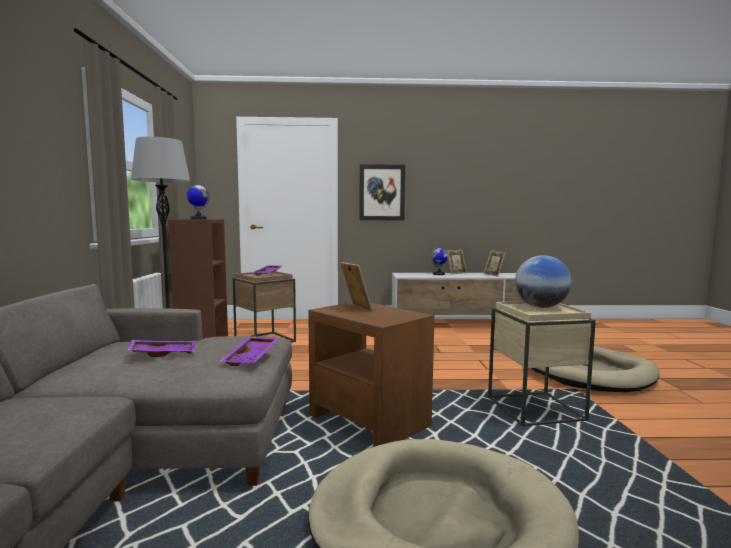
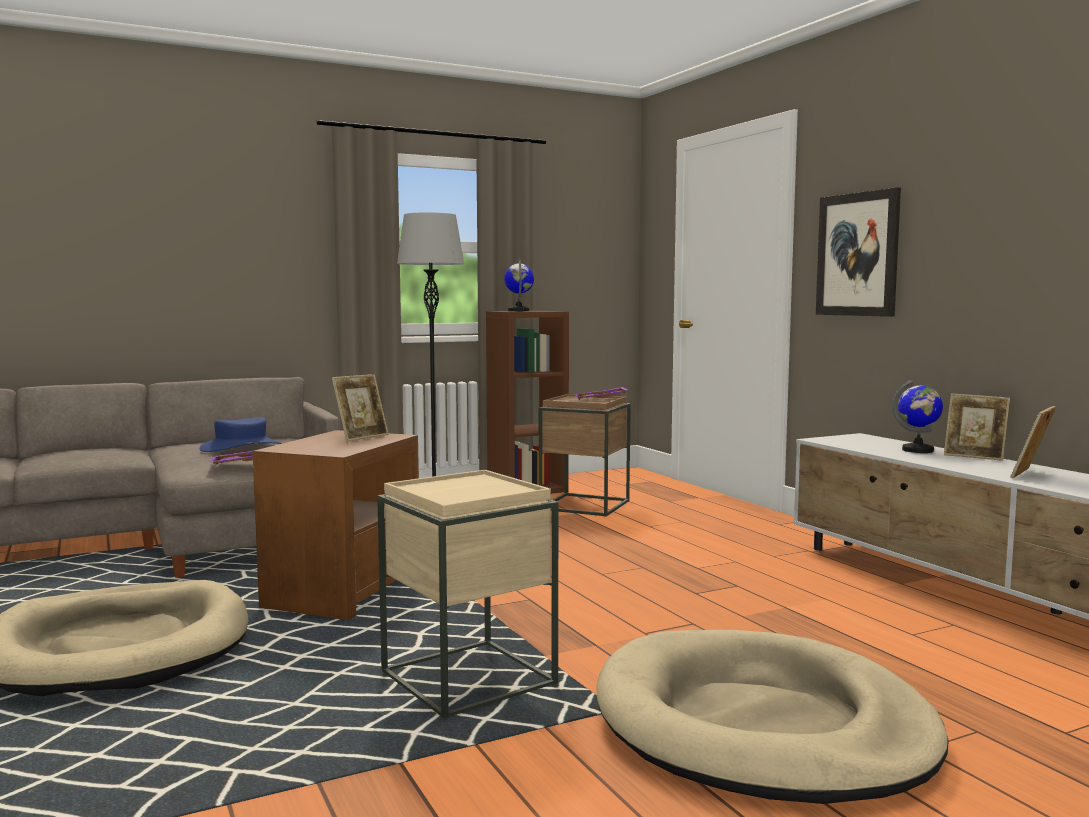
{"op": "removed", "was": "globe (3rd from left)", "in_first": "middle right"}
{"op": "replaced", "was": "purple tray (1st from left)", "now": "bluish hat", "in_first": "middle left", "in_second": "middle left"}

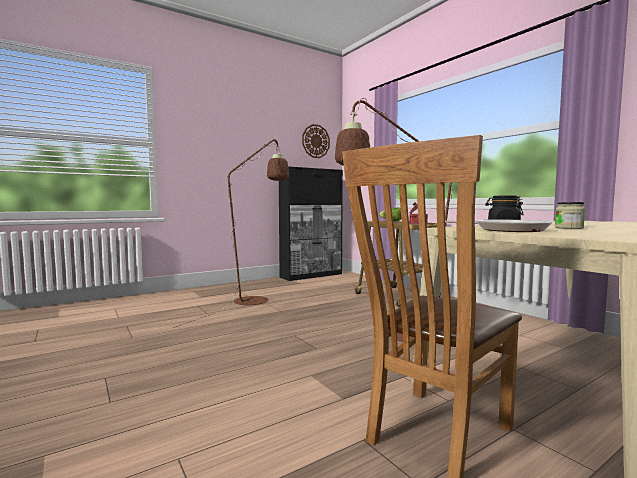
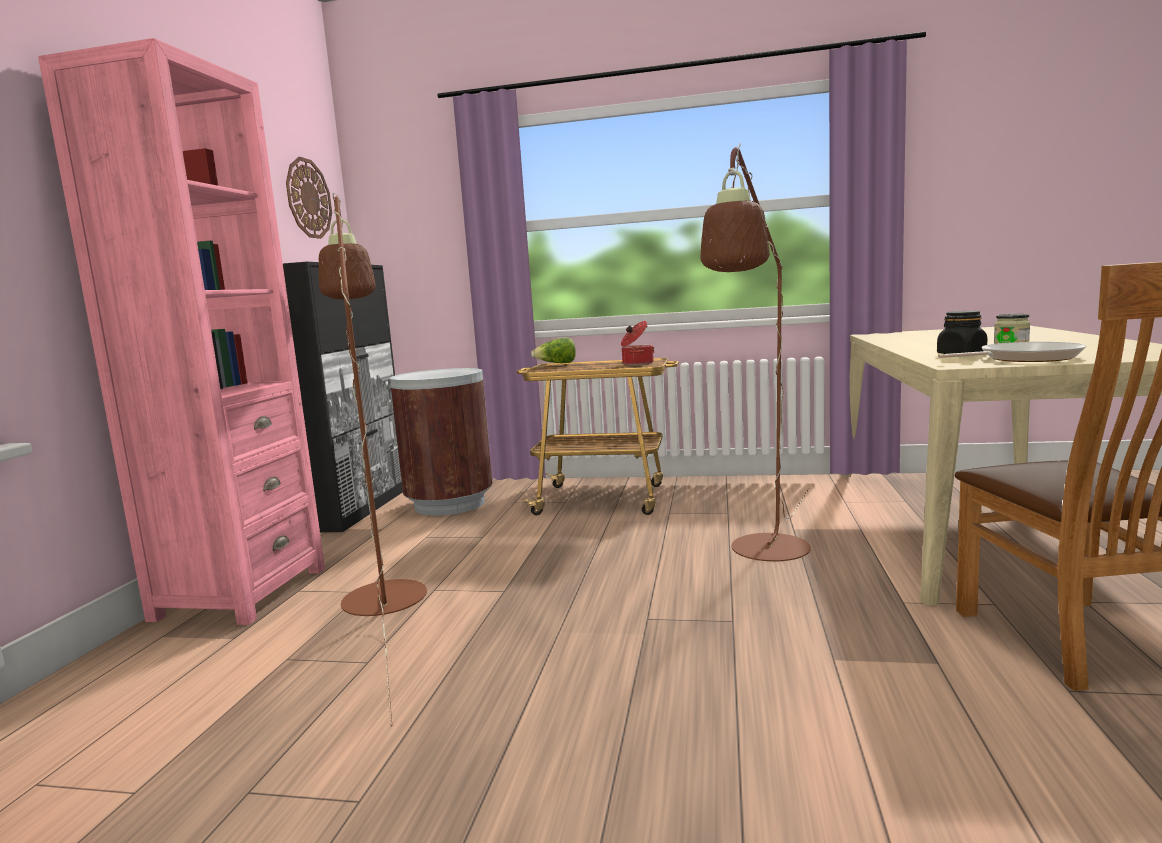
{"op": "added", "now": "pink bookshelf", "in_second": "middle left"}
{"op": "added", "now": "brown rubbish bin", "in_second": "centre"}

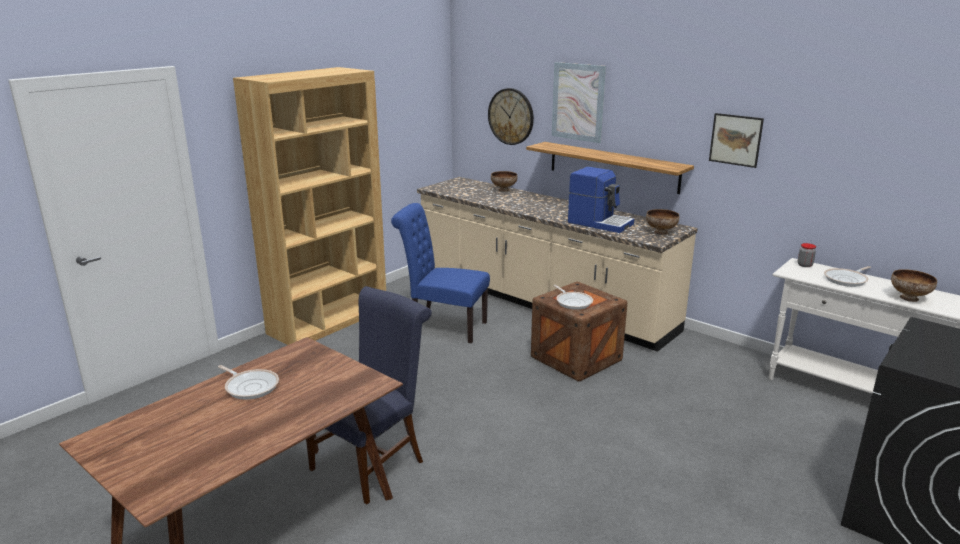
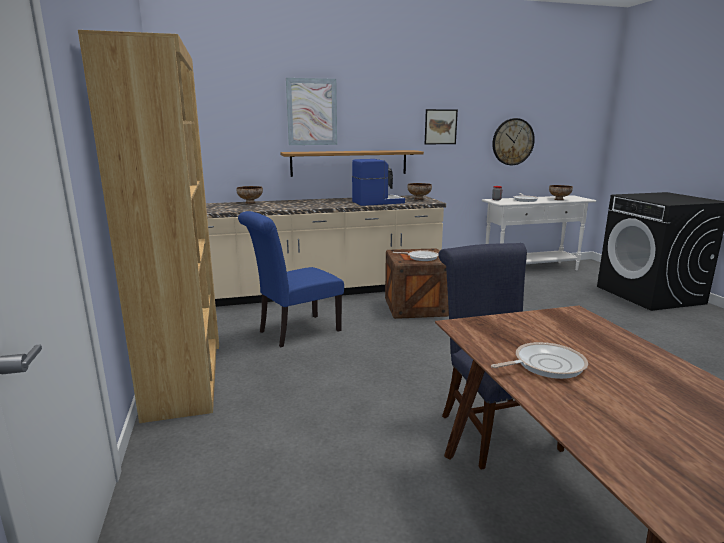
{"op": "moved", "was": "clock on the wall", "in_first": "top centre", "in_second": "top right"}

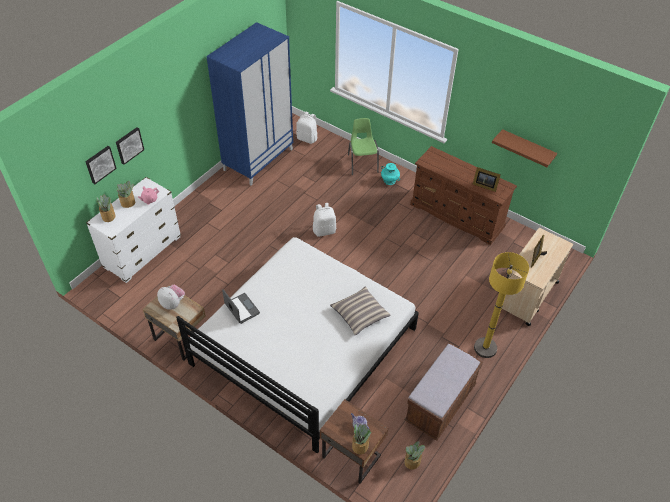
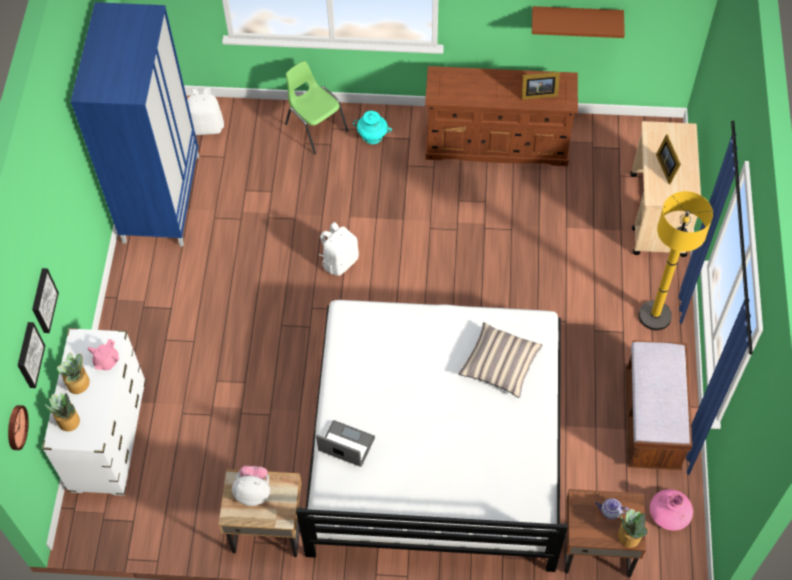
{"op": "added", "now": "clock on the wall", "in_second": "bottom left"}
{"op": "replaced", "was": "potted plant (4th from left)", "now": "pink flower vase", "in_first": "bottom centre", "in_second": "bottom right"}

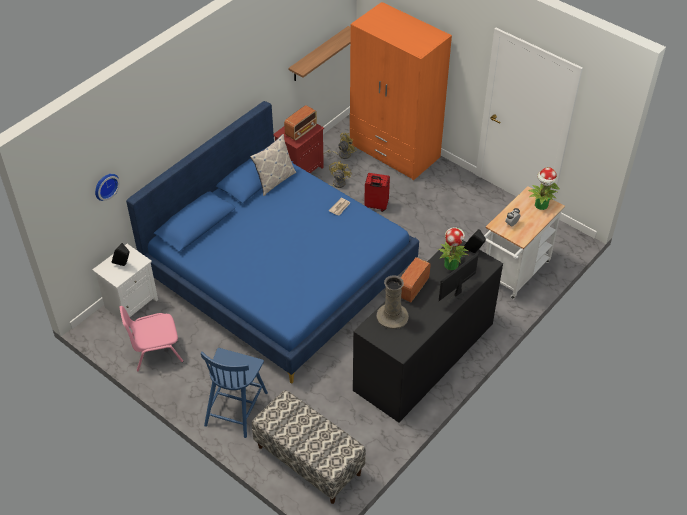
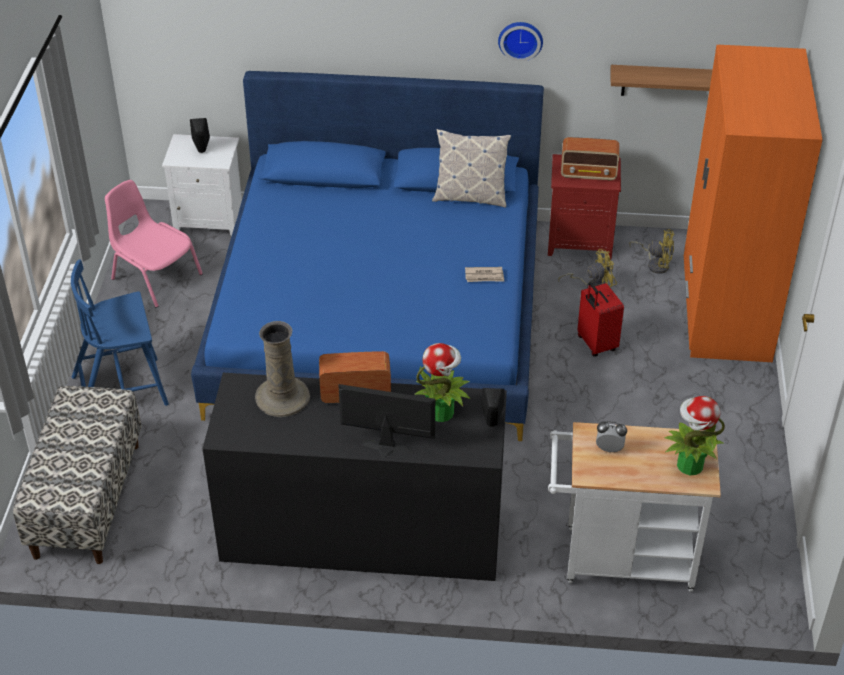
{"op": "moved", "was": "clock on the wall", "in_first": "middle left", "in_second": "top centre"}

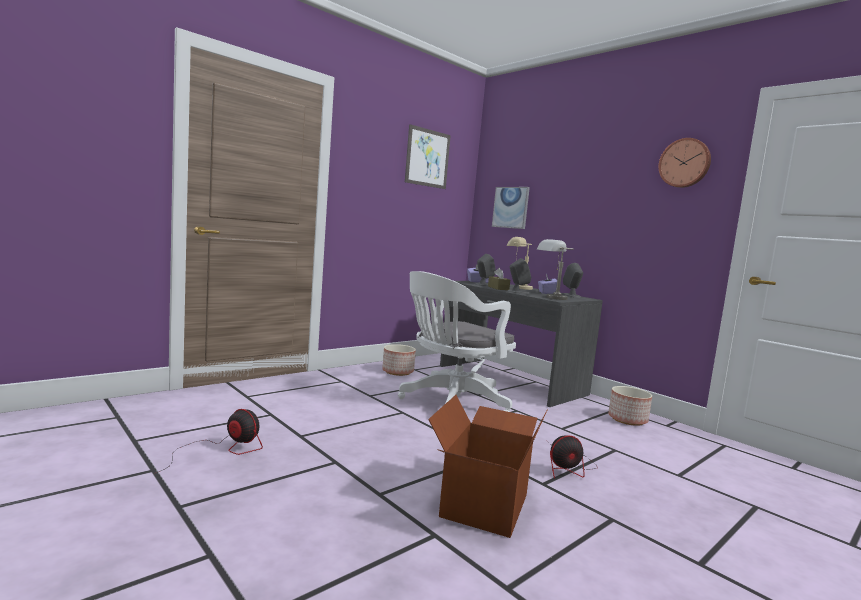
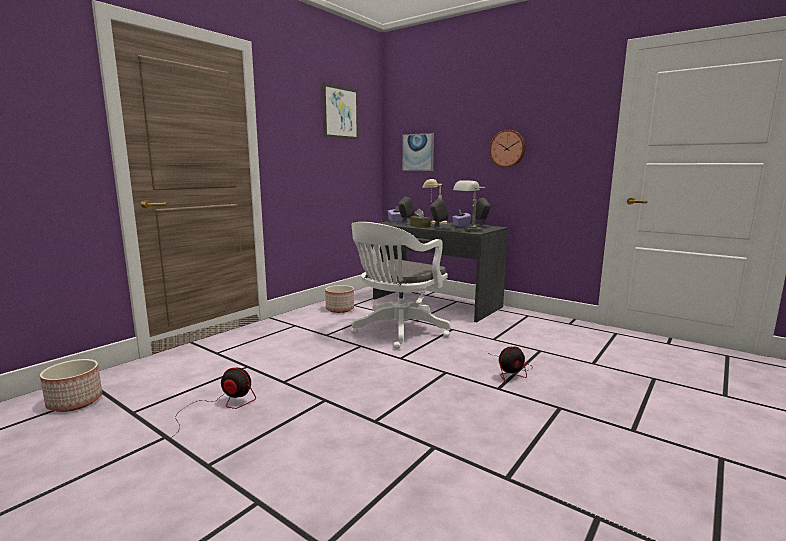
{"op": "removed", "was": "packing box", "in_first": "bottom centre"}
{"op": "moved", "was": "flower pot (2nd from left in the first image)", "now": "flower pot (1st from left)", "in_first": "bottom right", "in_second": "bottom left"}
{"op": "moved", "was": "clock on the wall", "in_first": "top right", "in_second": "top centre"}

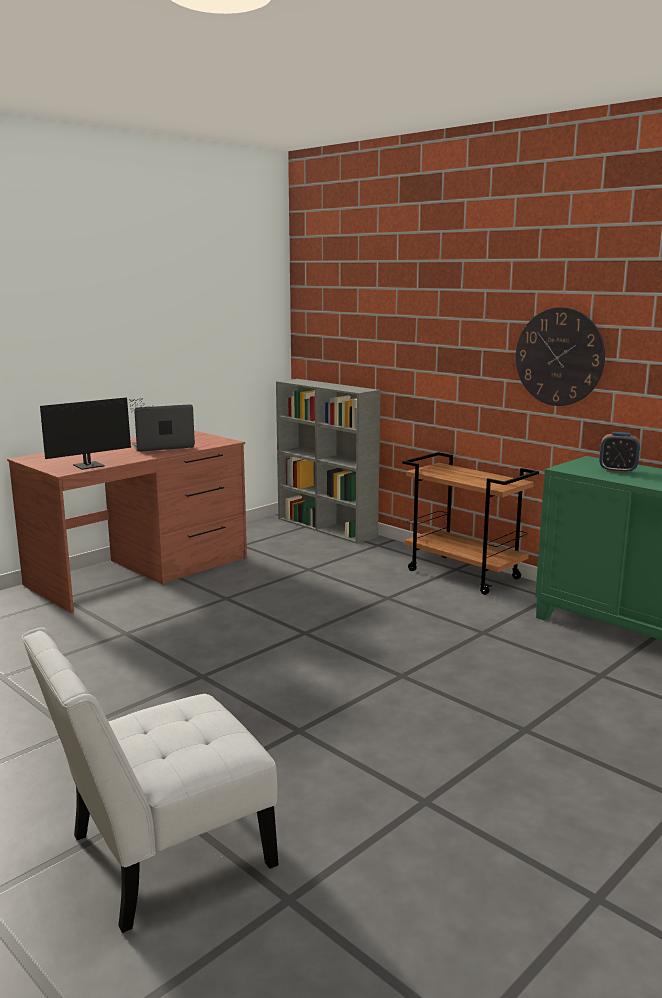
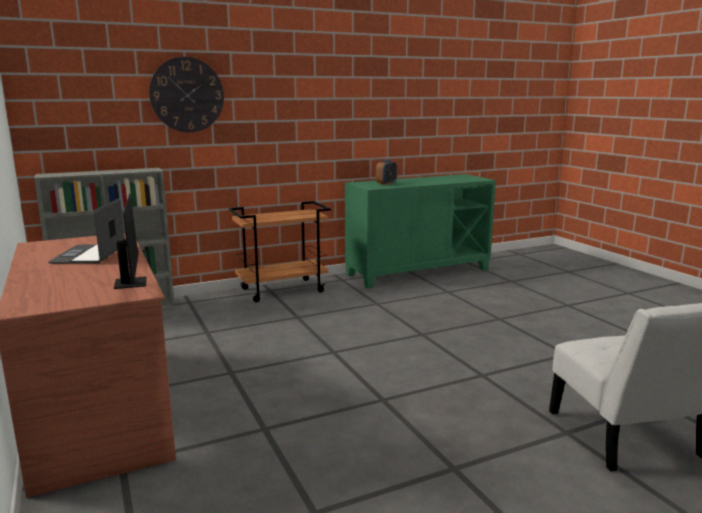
{"op": "moved", "was": "clock on the wall", "in_first": "middle right", "in_second": "top left"}

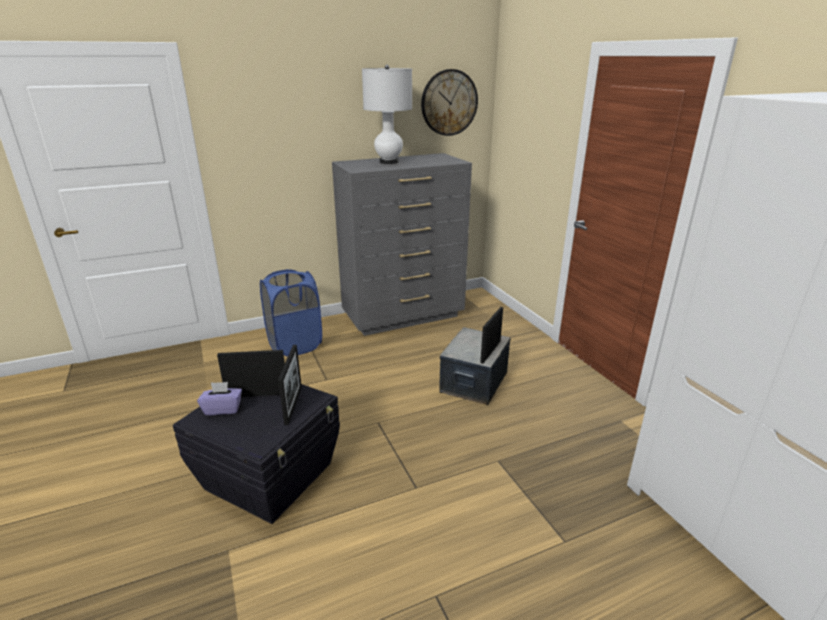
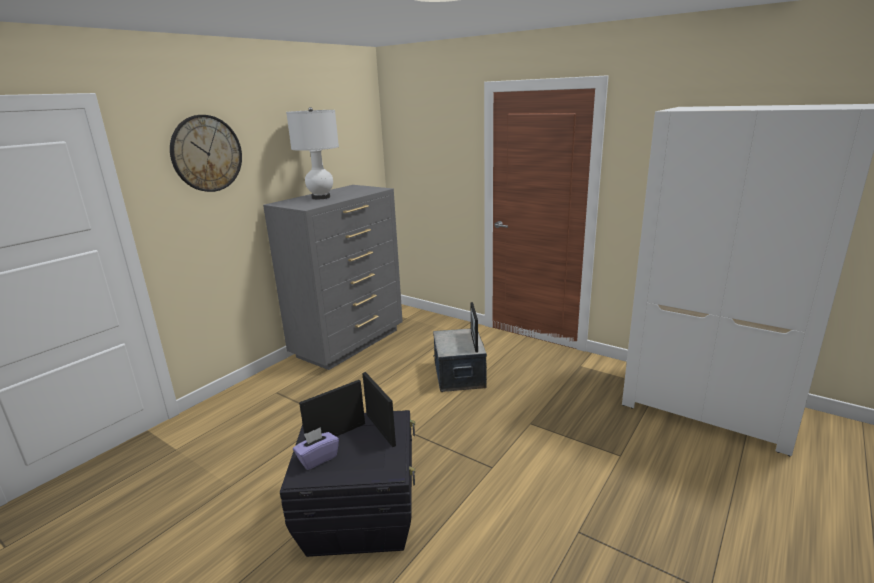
{"op": "removed", "was": "bluish laundry basket", "in_first": "centre"}
{"op": "moved", "was": "clock on the wall", "in_first": "top centre", "in_second": "top left"}

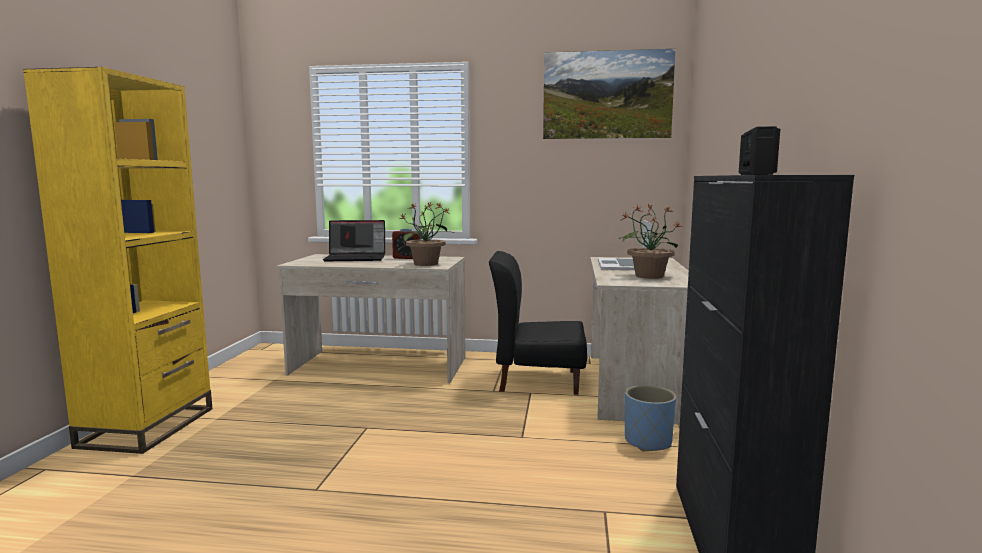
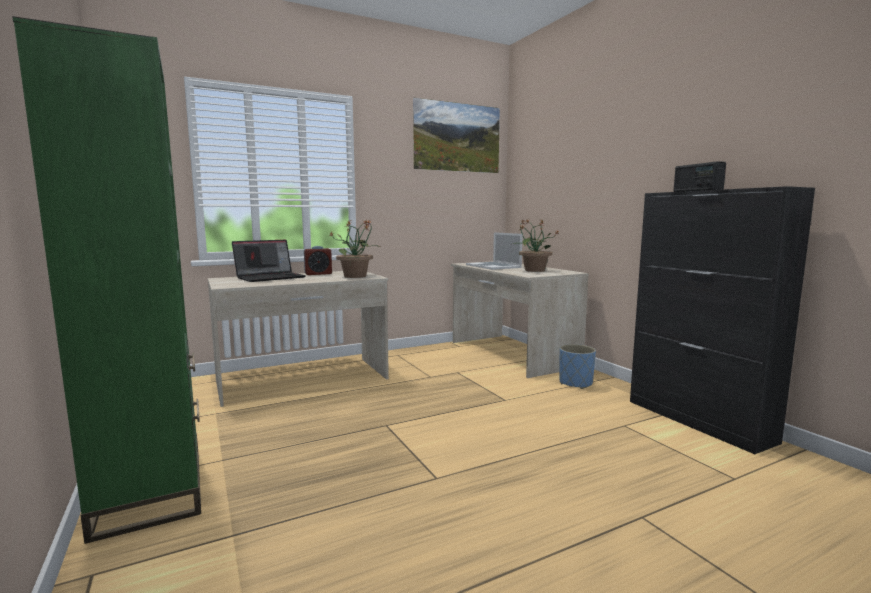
{"op": "removed", "was": "black-coloured chair", "in_first": "centre"}
{"op": "recoloured", "was": "yellowish bookshelf", "now": "greenish bookshelf", "in_first": "middle left", "in_second": "middle left"}

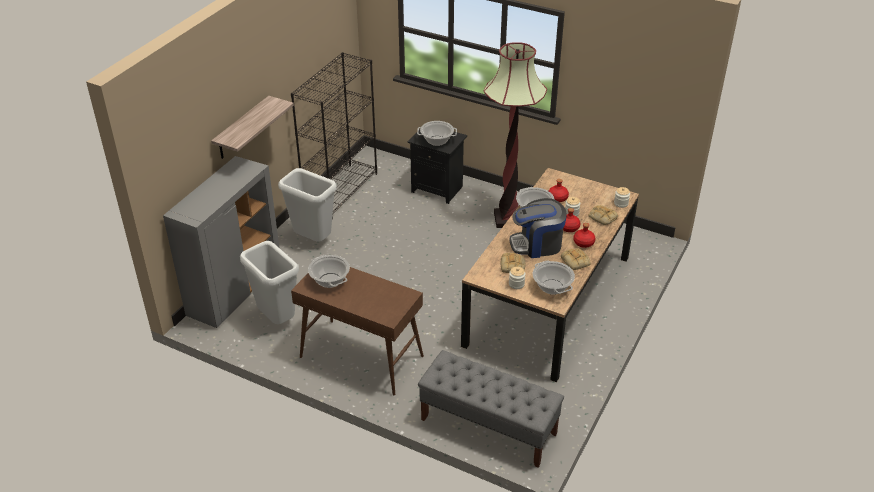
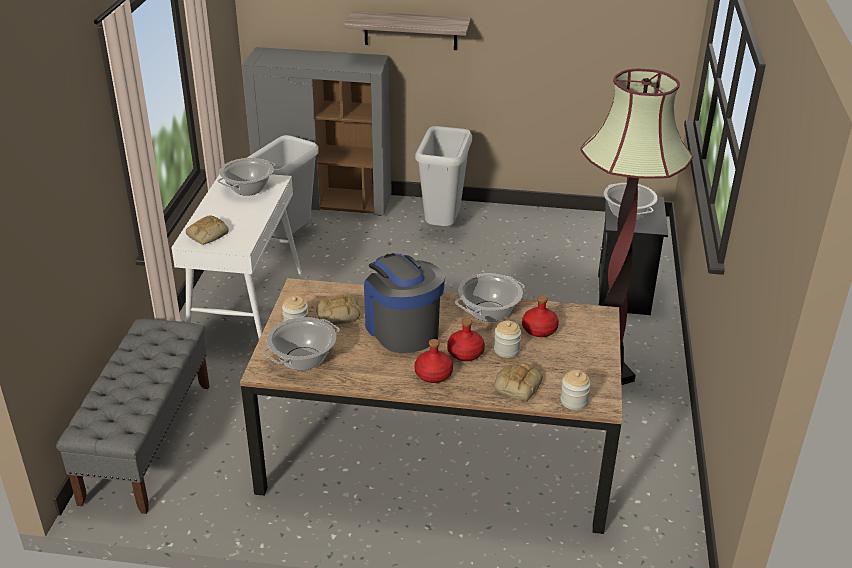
{"op": "removed", "was": "black-coloured bookshelf", "in_first": "top centre"}
{"op": "moved", "was": "bakery bread (2nd from left in the first image)", "now": "bakery bread (1st from left)", "in_first": "centre", "in_second": "middle left"}
{"op": "recoloured", "was": "brown hall table", "now": "white hall table", "in_first": "bottom centre", "in_second": "middle left"}

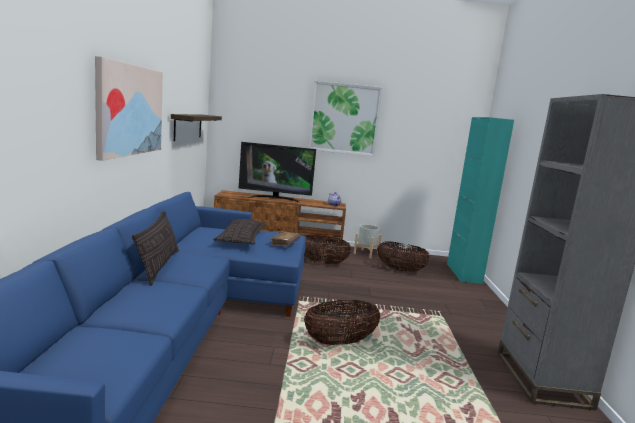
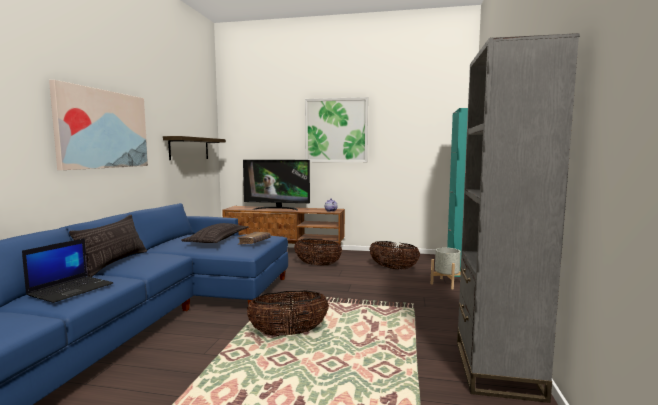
{"op": "added", "now": "laptop", "in_second": "bottom left"}
{"op": "moved", "was": "greyish flower pot", "in_first": "centre", "in_second": "middle right"}

